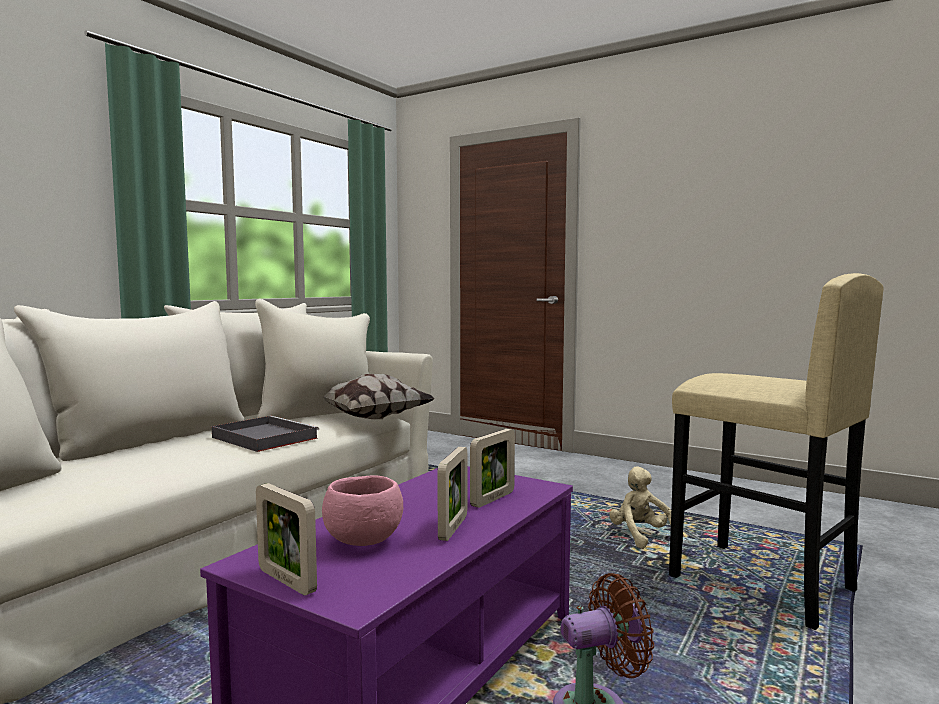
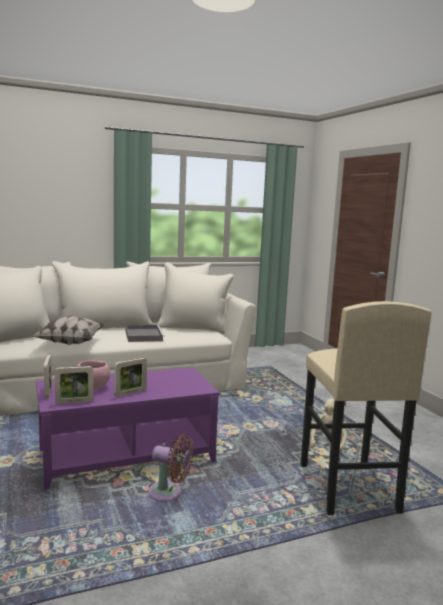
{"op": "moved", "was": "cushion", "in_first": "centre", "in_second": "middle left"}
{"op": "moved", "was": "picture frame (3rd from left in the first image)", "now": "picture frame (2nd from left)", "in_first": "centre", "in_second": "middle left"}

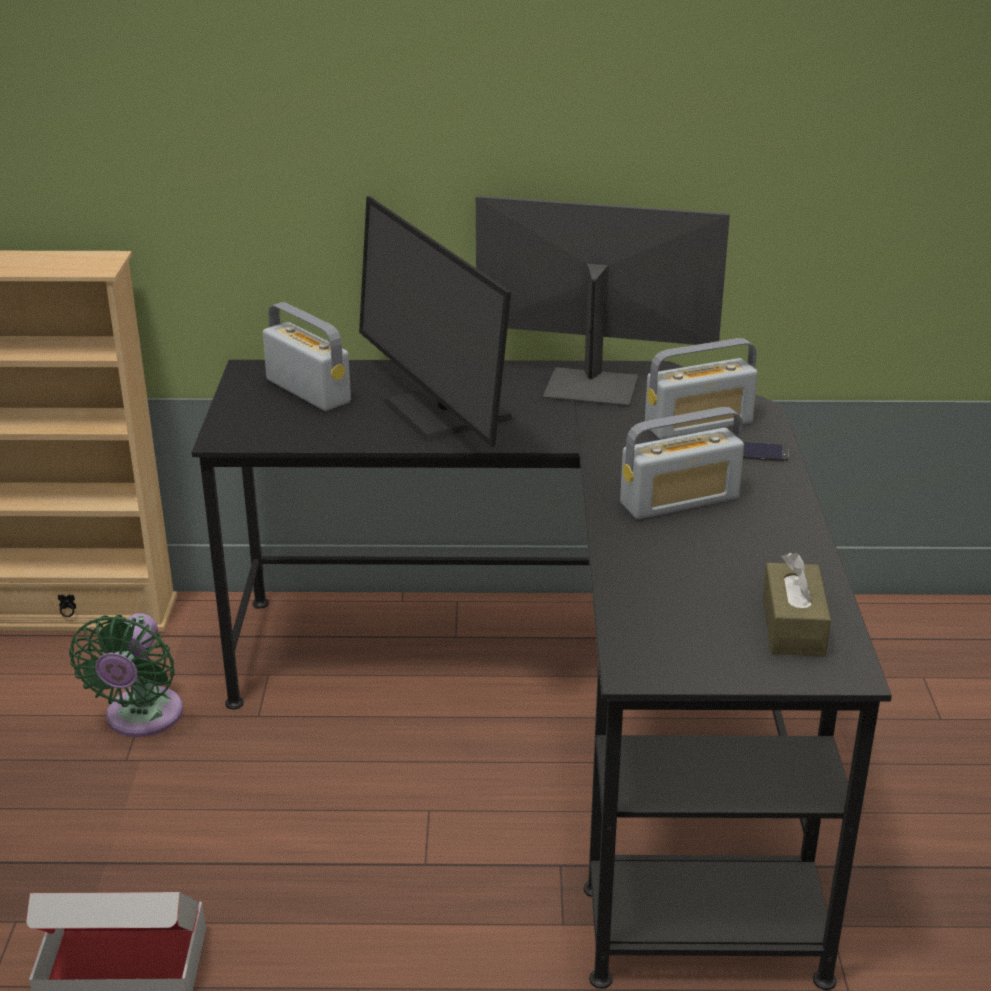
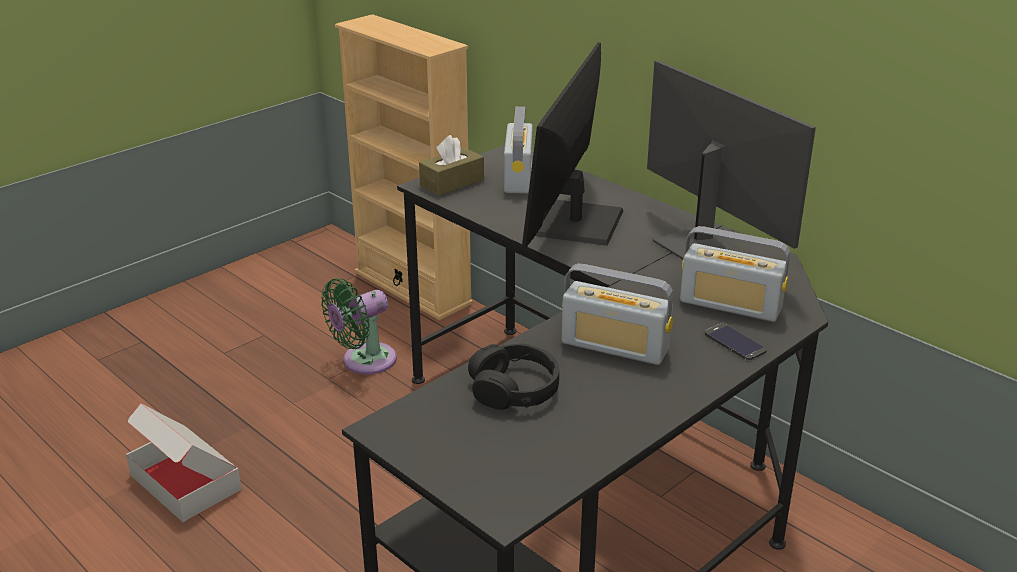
{"op": "added", "now": "black-coloured headphones", "in_second": "centre"}
{"op": "moved", "was": "brown tissue holder", "in_first": "middle right", "in_second": "top centre"}

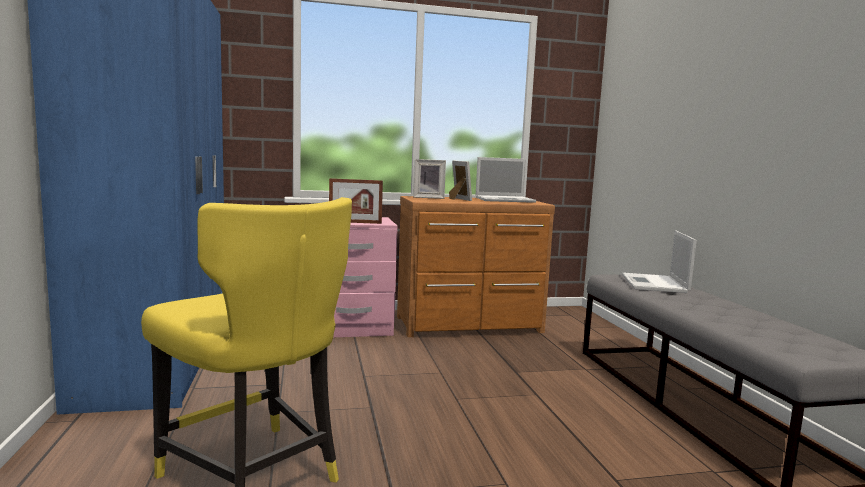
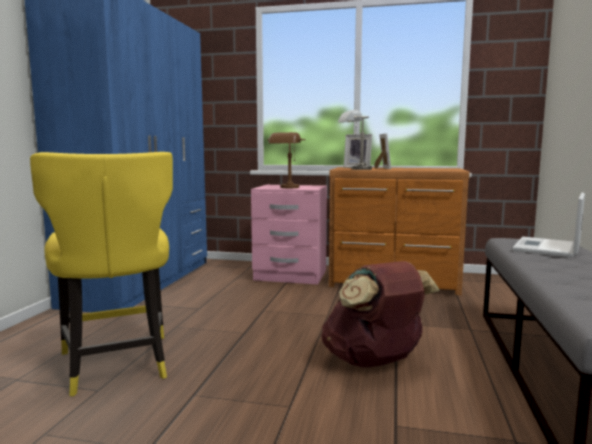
{"op": "removed", "was": "laptop (1st from left)", "in_first": "centre"}
{"op": "added", "now": "brown backpack", "in_second": "bottom centre"}
{"op": "added", "now": "greyish table lamp", "in_second": "top centre"}
{"op": "replaced", "was": "picture frame (1st from left)", "now": "brown table lamp", "in_first": "centre", "in_second": "centre"}

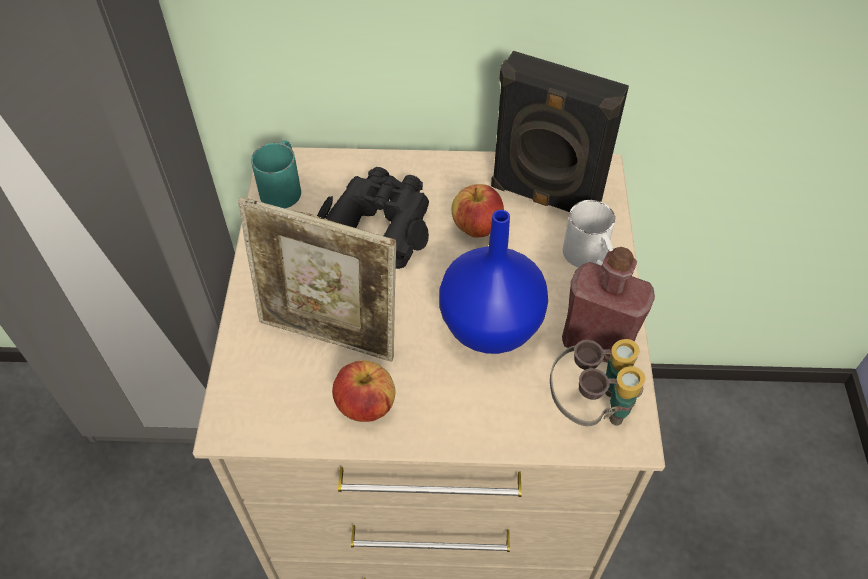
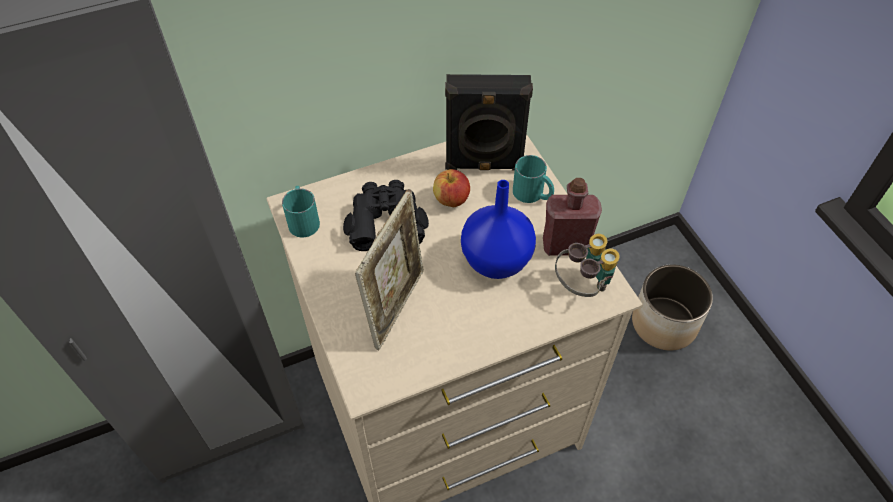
{"op": "removed", "was": "apple fruit (1st from left)", "in_first": "bottom centre"}
{"op": "added", "now": "flower pot", "in_second": "middle right"}
{"op": "recoloured", "was": "white coffee mug", "now": "turquoise coffee mug (2nd from left)", "in_first": "middle right", "in_second": "centre"}
{"op": "turned", "was": "picture frame", "in_first": "centre", "in_second": "centre", "clockwise": -60}

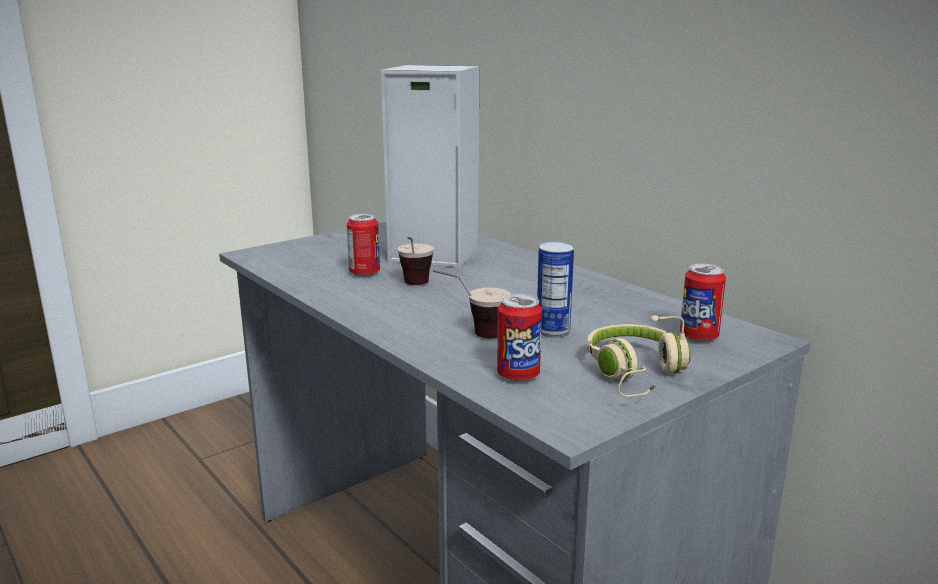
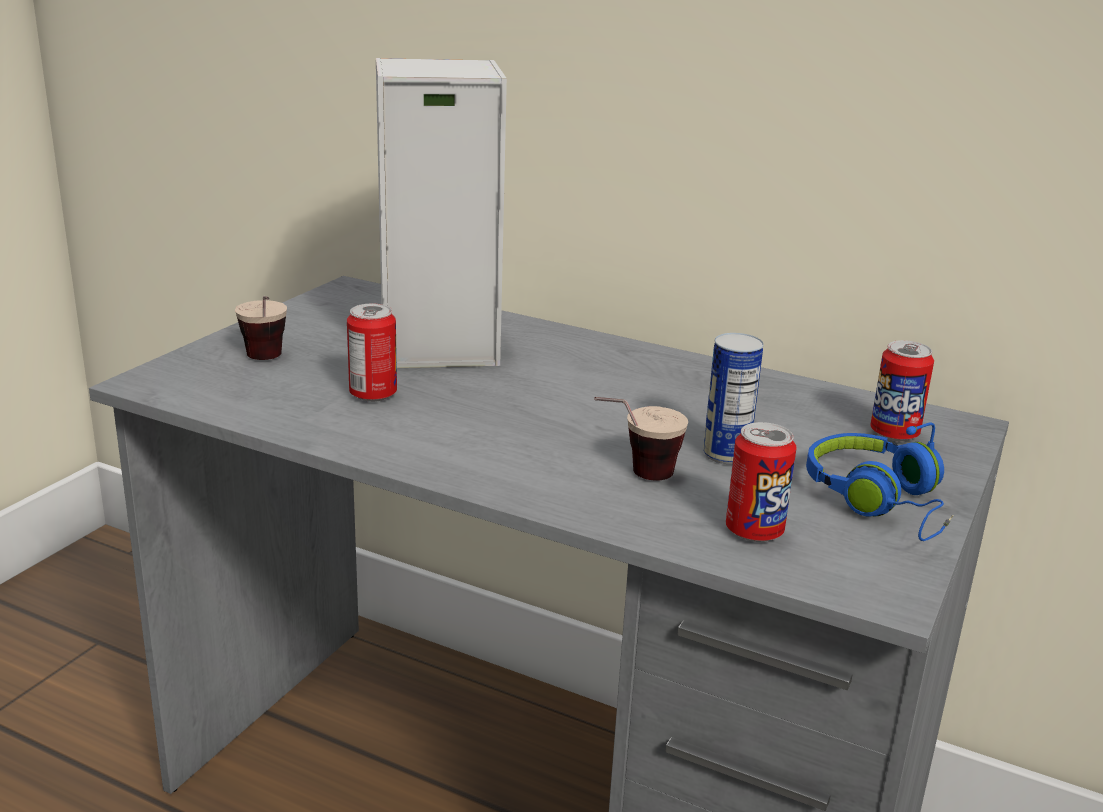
{"op": "moved", "was": "cup (1st from left)", "in_first": "centre", "in_second": "middle left"}
{"op": "recoloured", "was": "beige-coloured headphones", "now": "bluish headphones", "in_first": "middle right", "in_second": "middle right"}

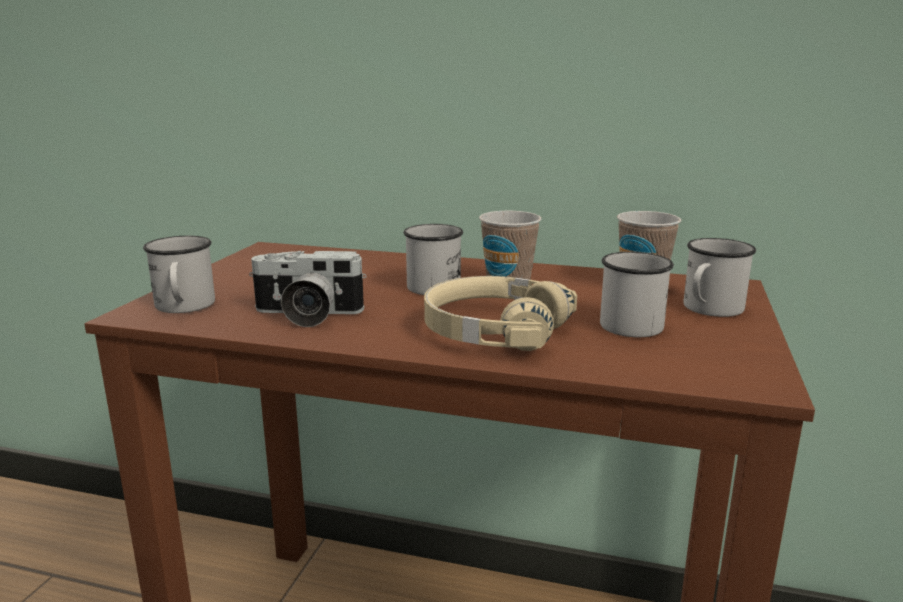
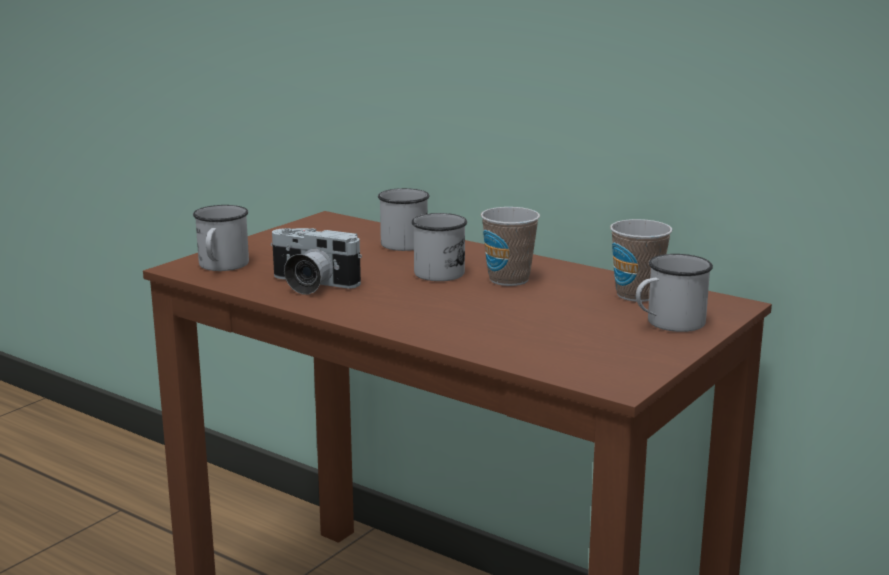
{"op": "removed", "was": "beige-coloured headphones", "in_first": "centre"}
{"op": "moved", "was": "white coffee mug (3rd from left in the first image)", "now": "white coffee mug (2nd from left)", "in_first": "middle right", "in_second": "centre"}

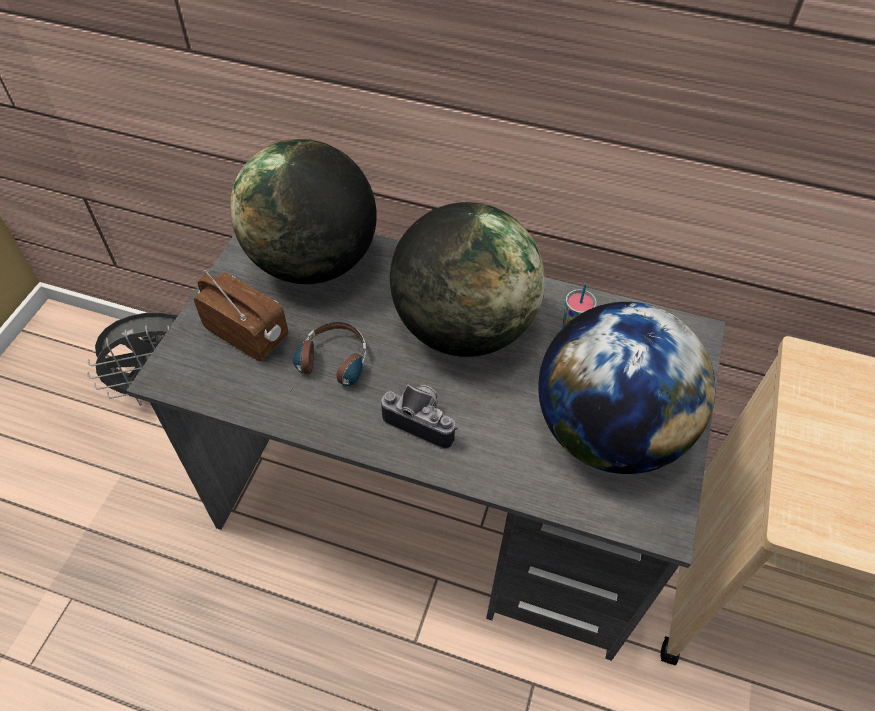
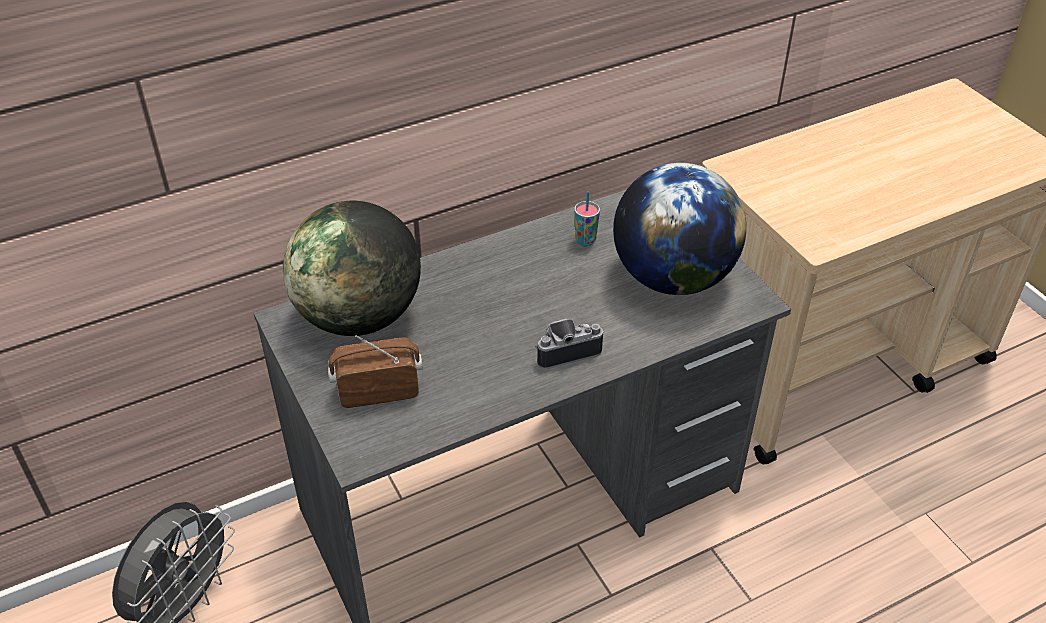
{"op": "removed", "was": "headphones", "in_first": "centre"}
{"op": "removed", "was": "globe (2nd from left)", "in_first": "centre"}

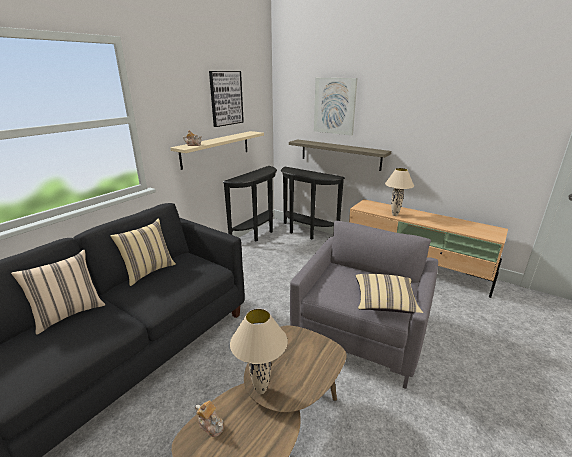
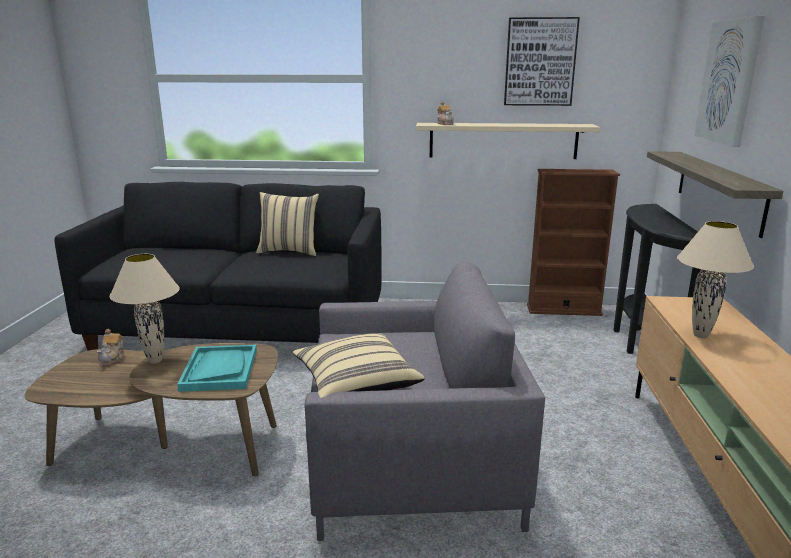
{"op": "removed", "was": "beige-coloured cushion (1st from left)", "in_first": "middle left"}
{"op": "added", "now": "turquoise tray", "in_second": "middle left"}
{"op": "replaced", "was": "black-coloured hall table (1st from left)", "now": "brown bookshelf", "in_first": "centre", "in_second": "middle right"}

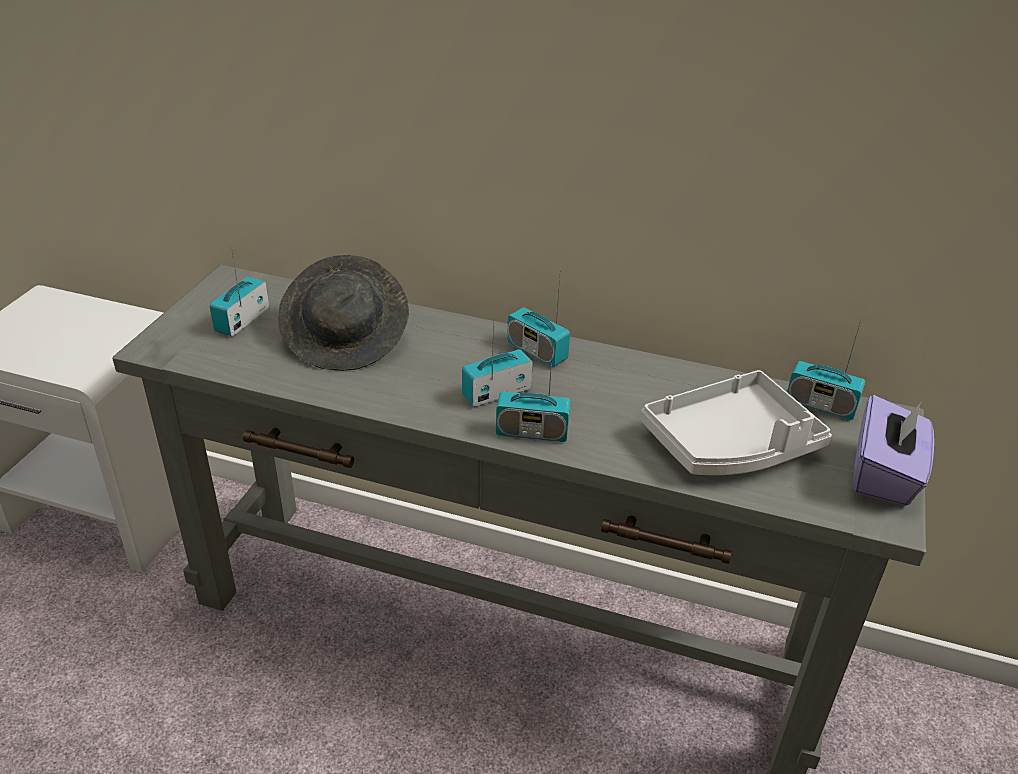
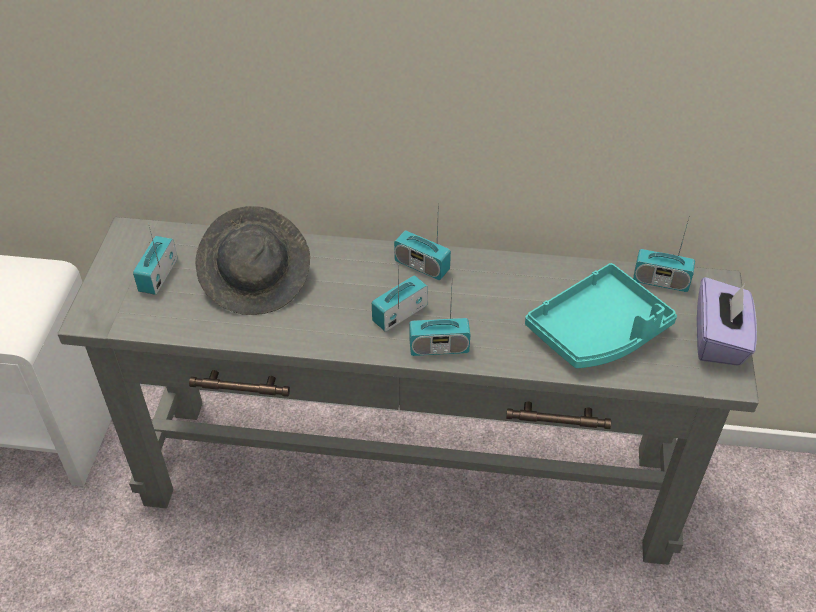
{"op": "recoloured", "was": "greyish tray", "now": "turquoise tray", "in_first": "middle right", "in_second": "middle right"}

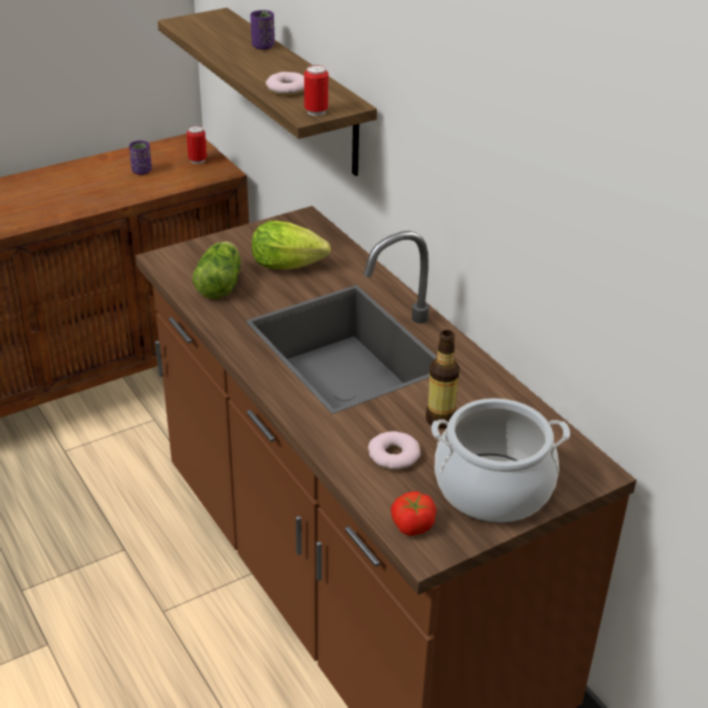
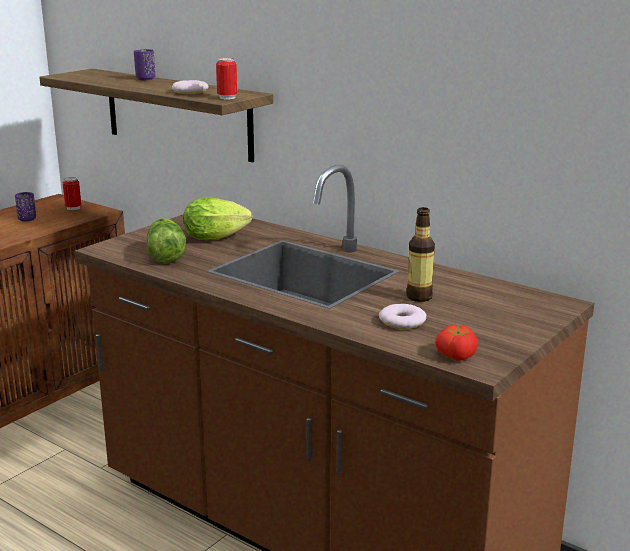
{"op": "removed", "was": "stockpot", "in_first": "middle right"}

